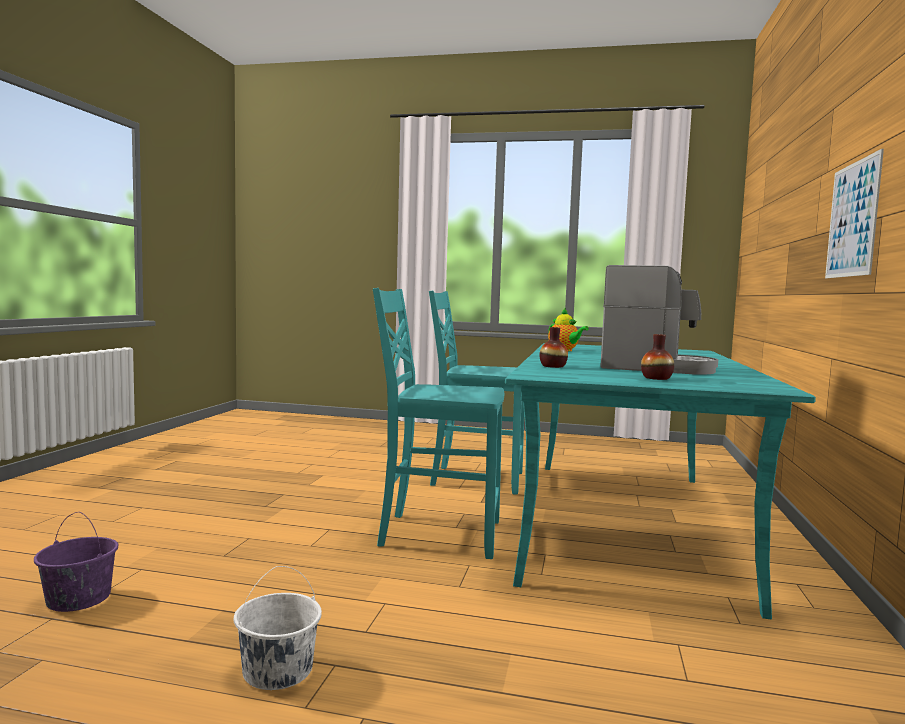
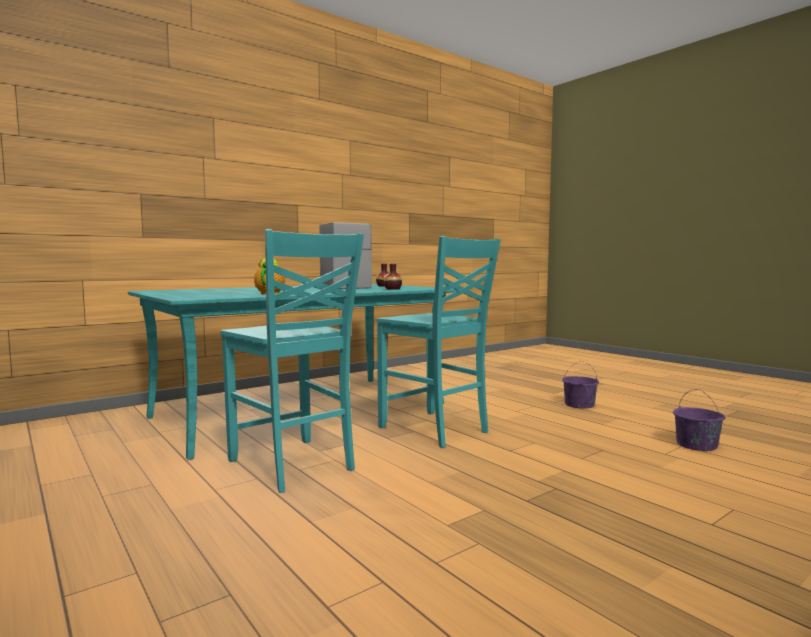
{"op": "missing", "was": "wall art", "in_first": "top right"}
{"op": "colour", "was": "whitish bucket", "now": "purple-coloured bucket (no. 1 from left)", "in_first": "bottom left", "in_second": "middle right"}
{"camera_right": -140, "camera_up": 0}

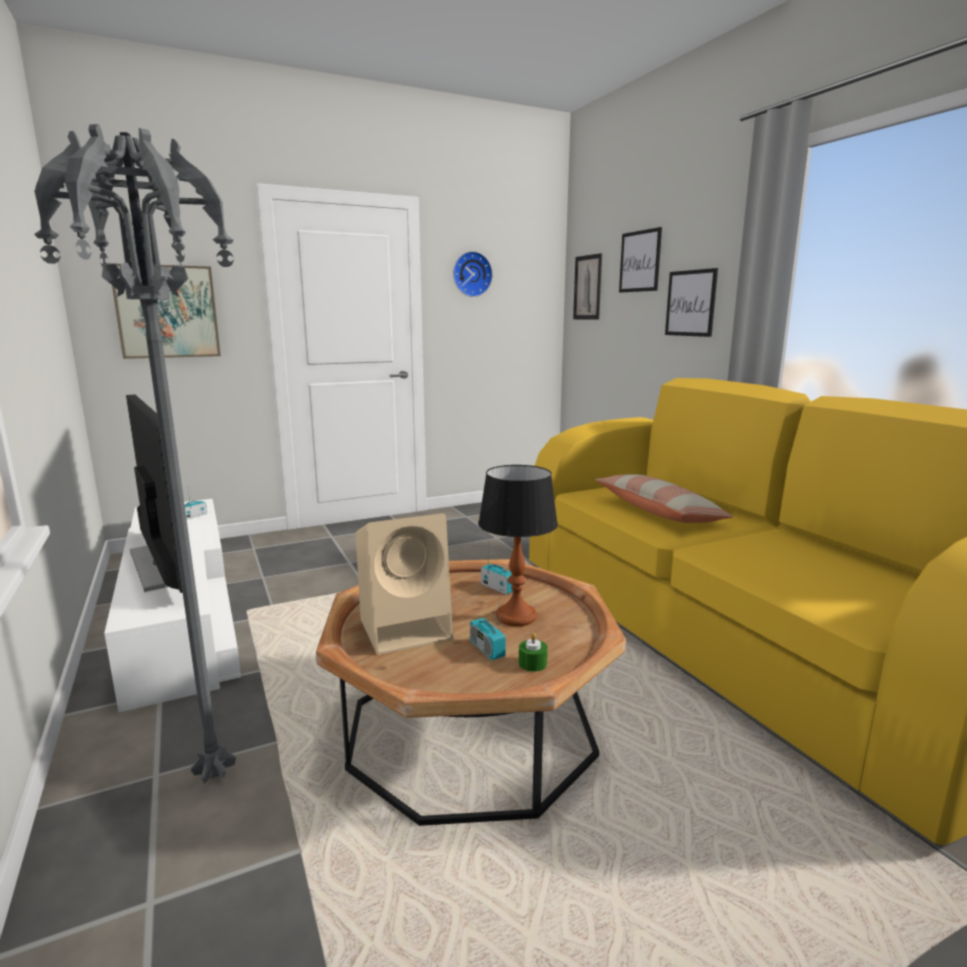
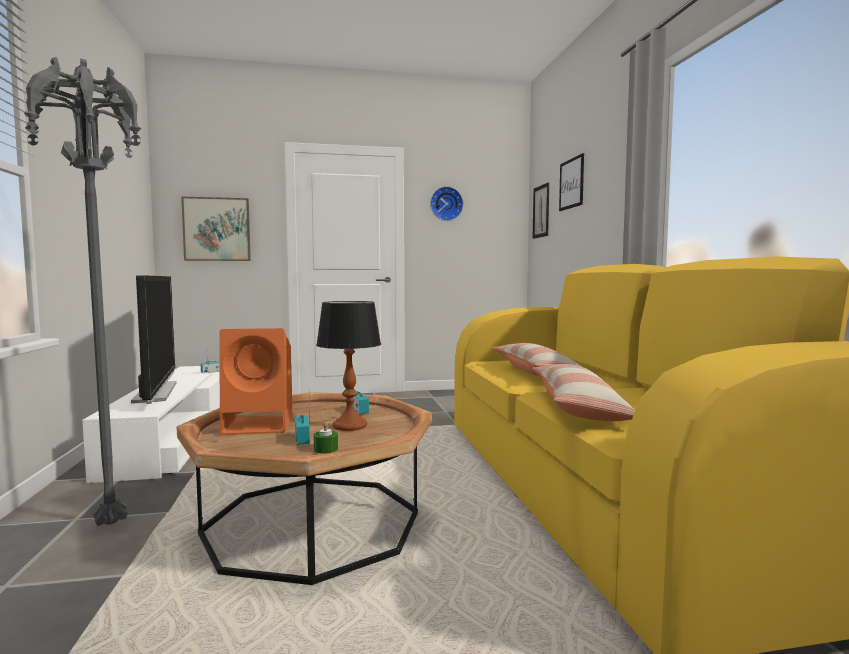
{"op": "missing", "was": "wall art (no. 4 from left)", "in_first": "top right"}
{"op": "appeared", "now": "cushion (no. 2 from left)", "in_second": "middle right"}
{"op": "colour", "was": "beige speaker", "now": "orangey speaker", "in_first": "centre", "in_second": "middle left"}
{"camera_right": 15, "camera_up": -10}

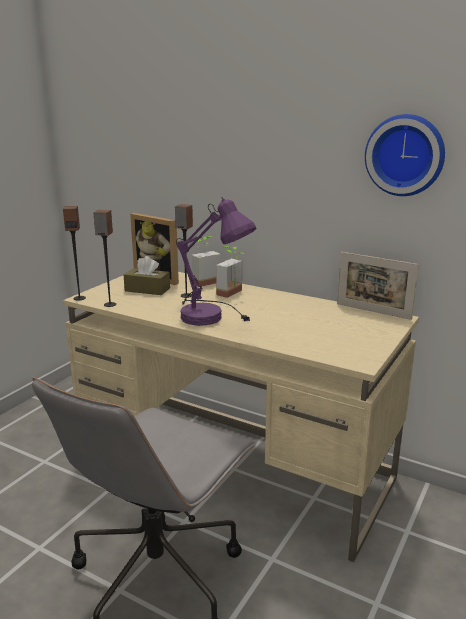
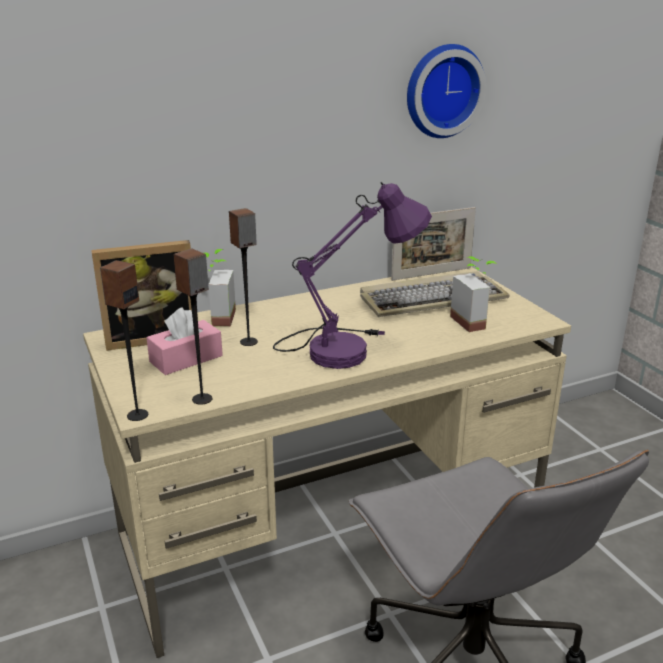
{"op": "appeared", "now": "computer keyboard", "in_second": "centre"}
{"op": "relocated", "was": "potted plant (no. 2 from left)", "in_first": "centre", "in_second": "middle right"}
{"op": "colour", "was": "brown-coloured tissue holder", "now": "pink tissue holder", "in_first": "middle left", "in_second": "middle left"}
{"camera_right": -55, "camera_up": 5}

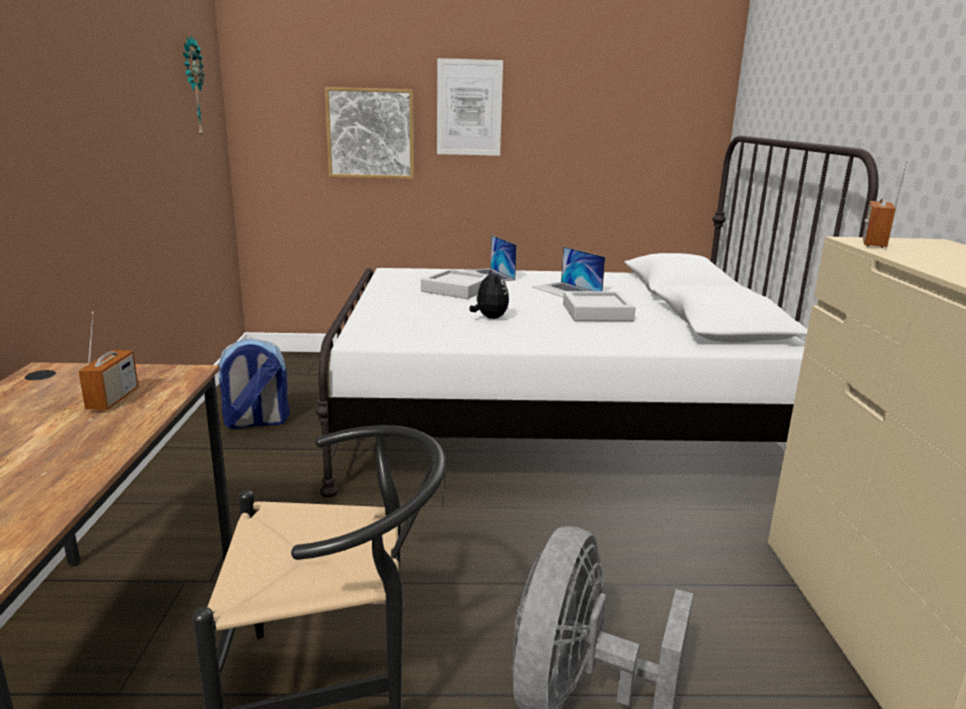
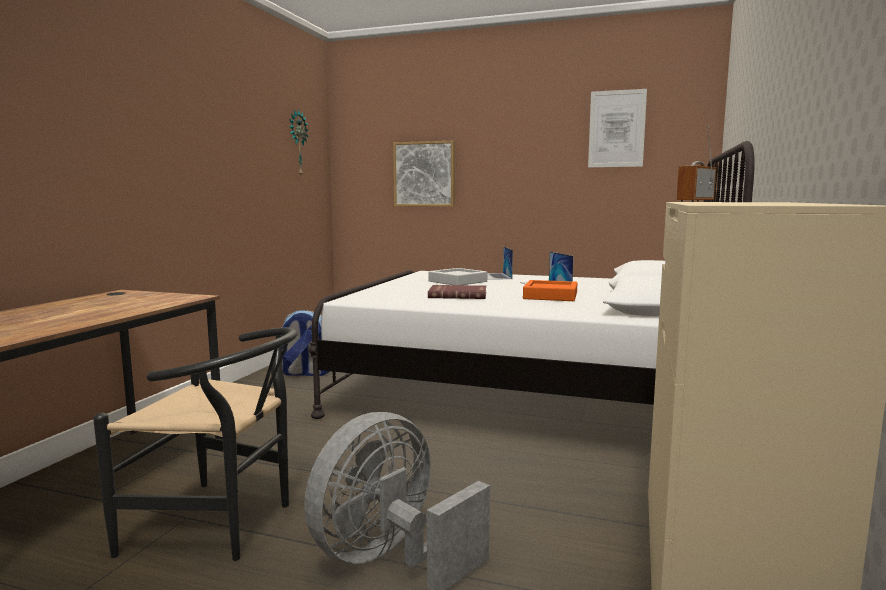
{"op": "missing", "was": "radio receiver (no. 1 from left)", "in_first": "middle left"}
{"op": "relocated", "was": "wall art (no. 2 from left)", "in_first": "top centre", "in_second": "top right"}
{"op": "exchanged", "was": "cuddly toy", "now": "red-coloured volume", "in_first": "centre", "in_second": "centre"}
{"op": "colour", "was": "greyish carrying tray (no. 2 from left)", "now": "orangey carrying tray", "in_first": "centre", "in_second": "centre"}
{"camera_right": 20, "camera_up": -10}

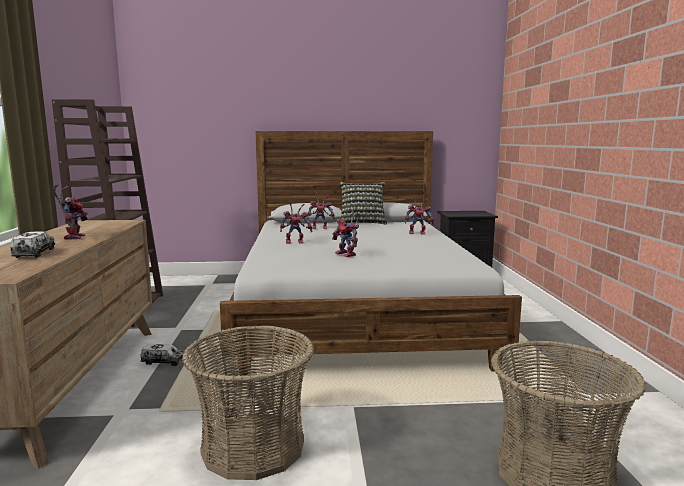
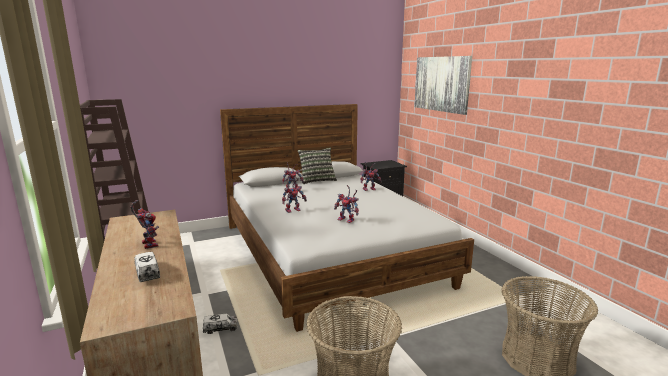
{"op": "appeared", "now": "wall art", "in_second": "top centre"}
{"camera_right": -20, "camera_up": 5}

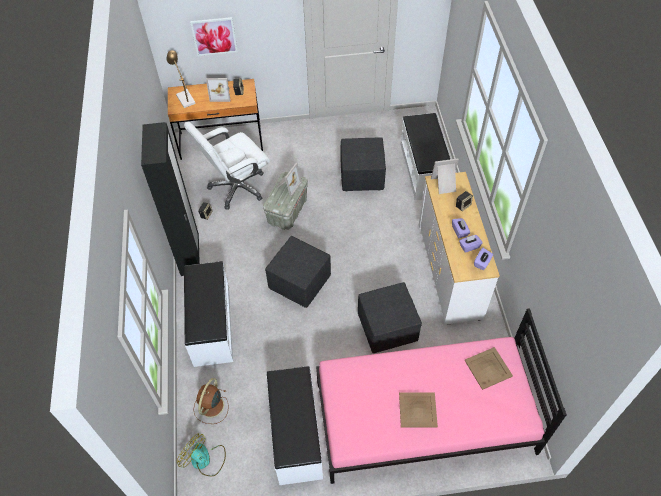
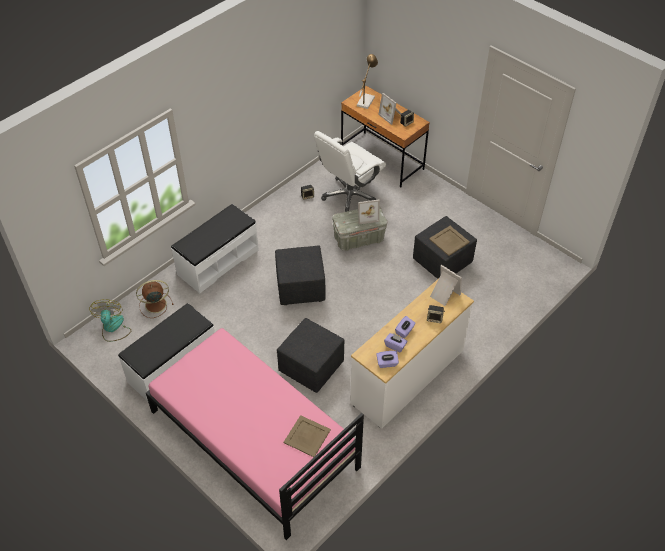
{"op": "missing", "was": "blackish armoire", "in_first": "middle left"}
{"op": "missing", "was": "wall art", "in_first": "top left"}
{"op": "missing", "was": "whitish bench (no. 3 from left)", "in_first": "top centre"}
{"op": "relocated", "was": "beige carrying tray (no. 1 from left in the first image)", "now": "beige carrying tray (no. 2 from left)", "in_first": "bottom centre", "in_second": "middle right"}
{"op": "spun", "was": "whitish desk chair", "in_first": "centre", "in_second": "top centre", "clockwise": -60}
{"camera_right": 50, "camera_up": -5}

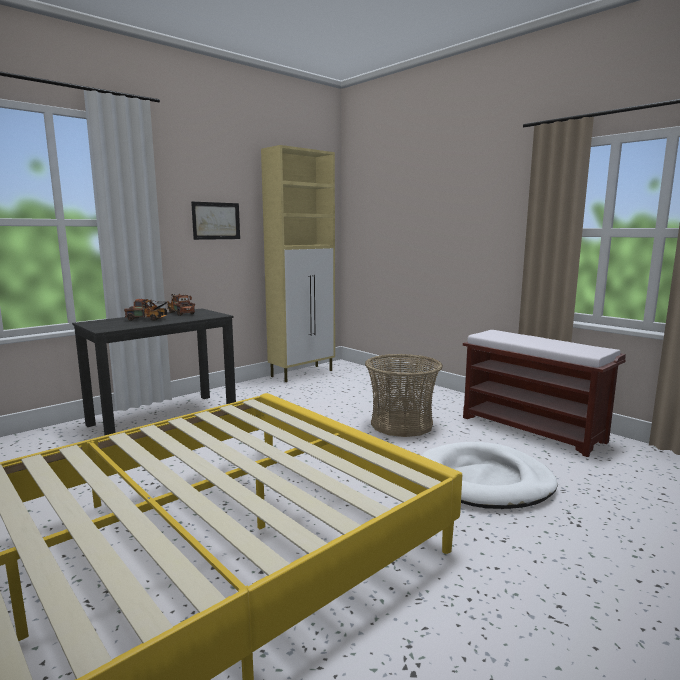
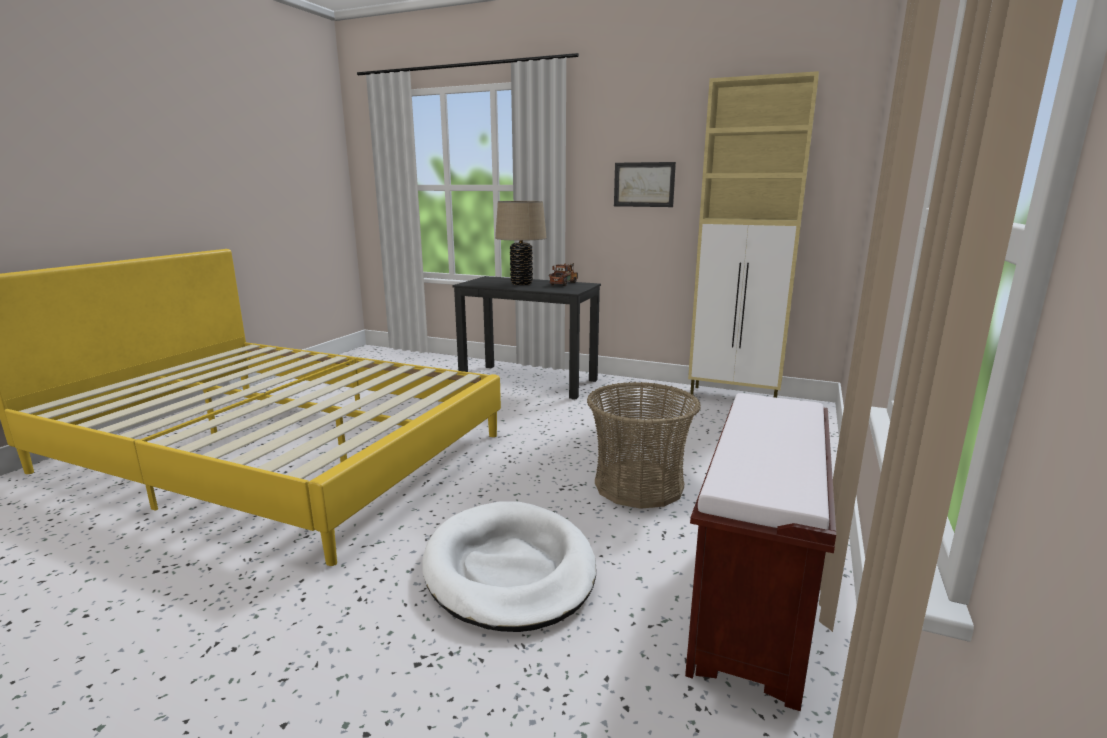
{"op": "exchanged", "was": "model truck (no. 1 from left)", "now": "beige table lamp", "in_first": "middle left", "in_second": "top centre"}
{"camera_right": 65, "camera_up": 5}

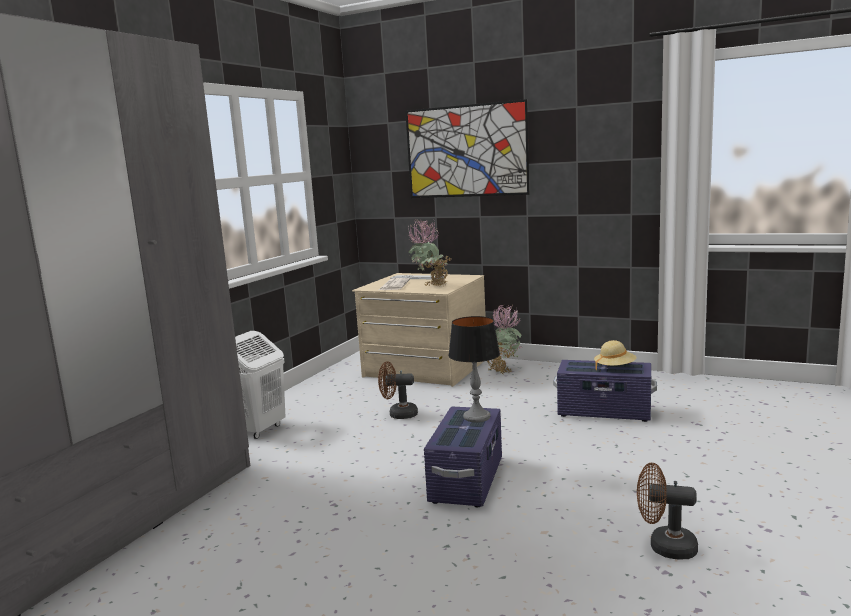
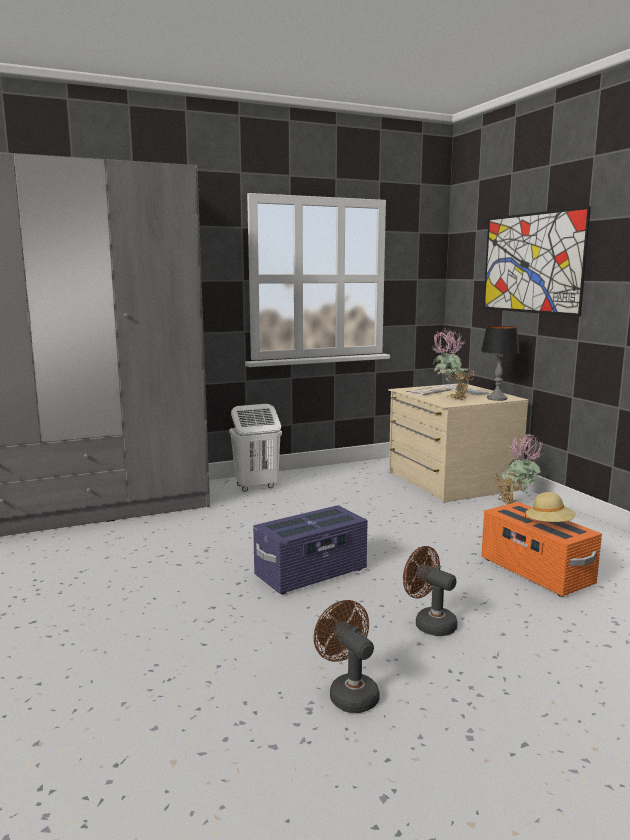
{"op": "relocated", "was": "brown-coloured electric fan (no. 1 from left in the first image)", "now": "brown-coloured electric fan (no. 2 from left)", "in_first": "centre", "in_second": "bottom right"}
{"op": "relocated", "was": "table lamp", "in_first": "centre", "in_second": "middle right"}
{"op": "colour", "was": "purple-coloured storage container (no. 2 from left)", "now": "orangey storage container", "in_first": "middle right", "in_second": "middle right"}
{"camera_right": 40, "camera_up": 0}

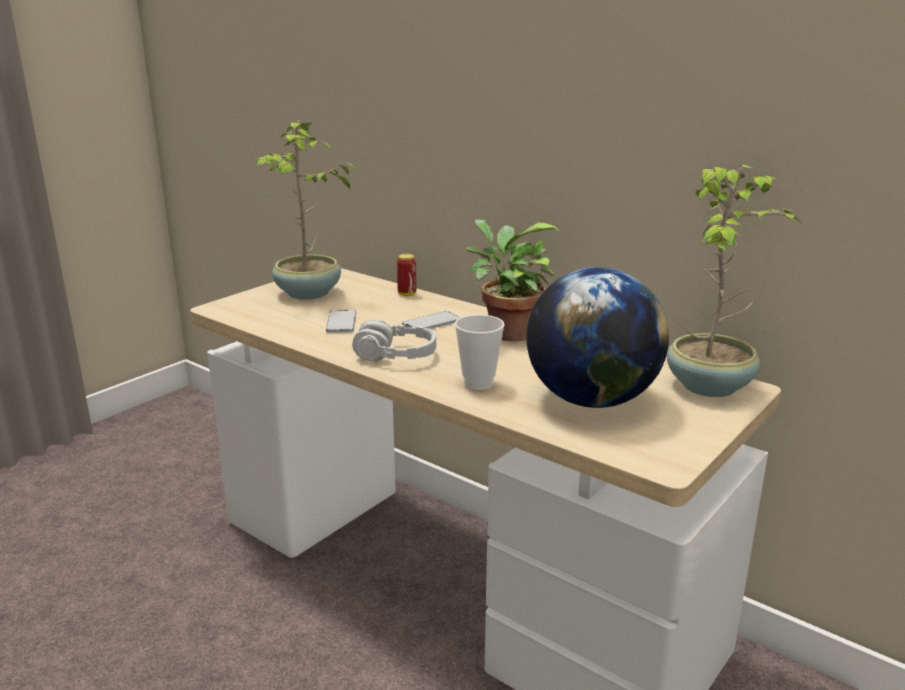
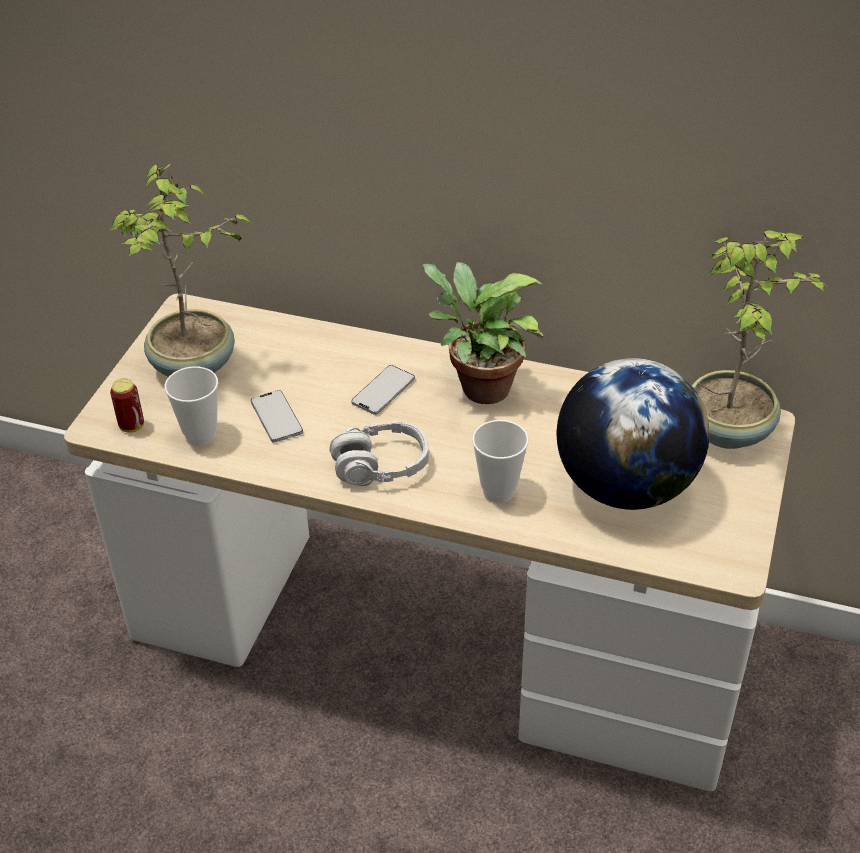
{"op": "appeared", "now": "cup (no. 1 from left)", "in_second": "middle left"}
{"op": "relocated", "was": "can", "in_first": "centre", "in_second": "middle left"}
{"camera_right": -20, "camera_up": 20}

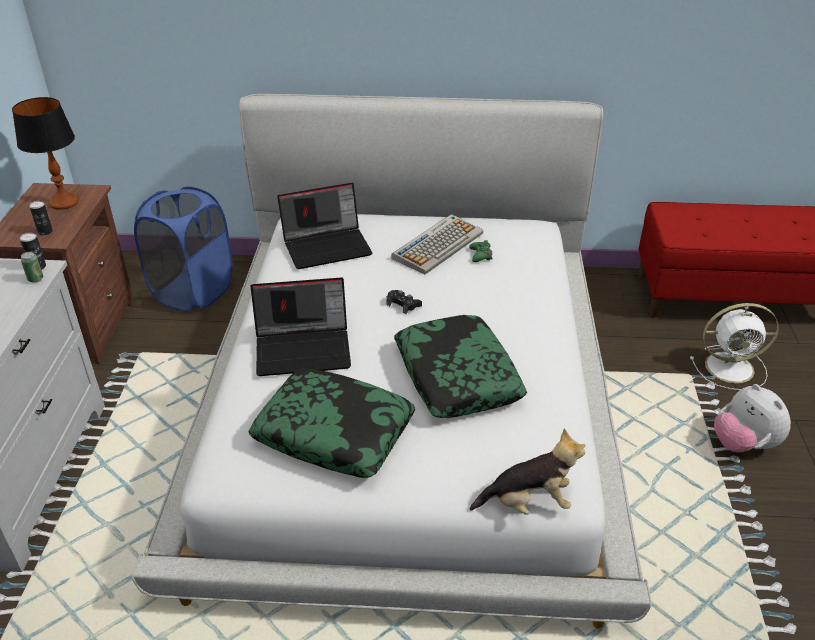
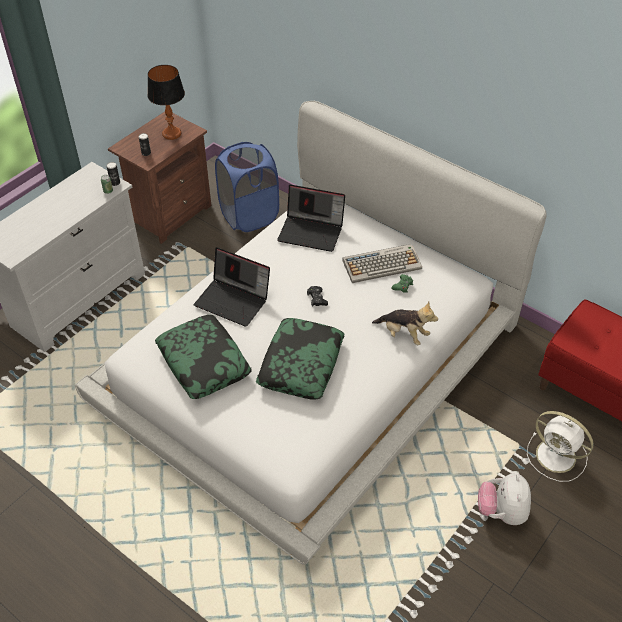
{"op": "relocated", "was": "cuddly toy (no. 1 from left)", "in_first": "bottom centre", "in_second": "centre"}
{"camera_right": 35, "camera_up": 10}

